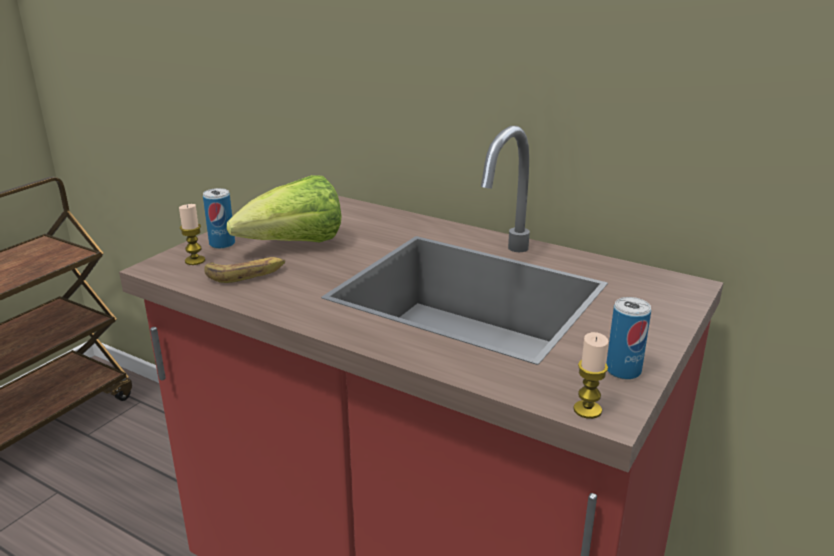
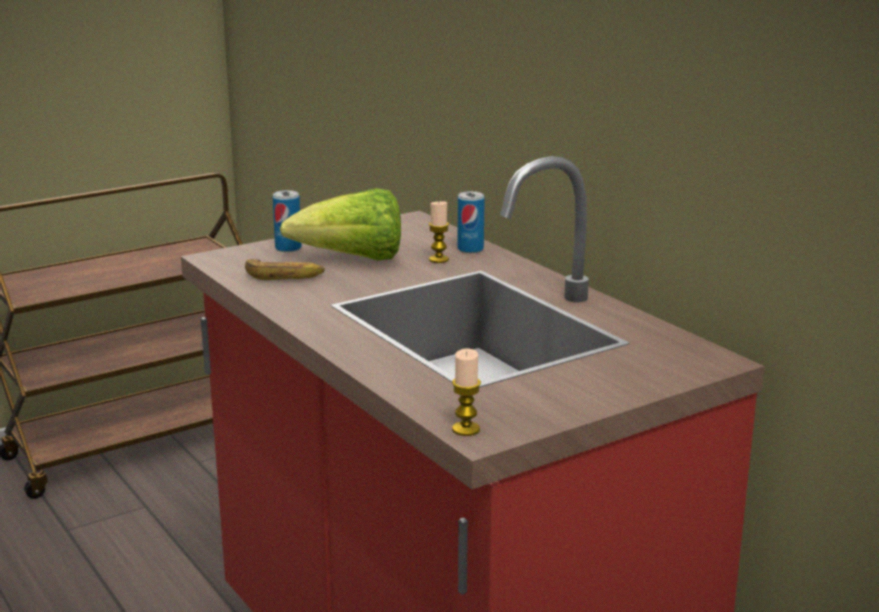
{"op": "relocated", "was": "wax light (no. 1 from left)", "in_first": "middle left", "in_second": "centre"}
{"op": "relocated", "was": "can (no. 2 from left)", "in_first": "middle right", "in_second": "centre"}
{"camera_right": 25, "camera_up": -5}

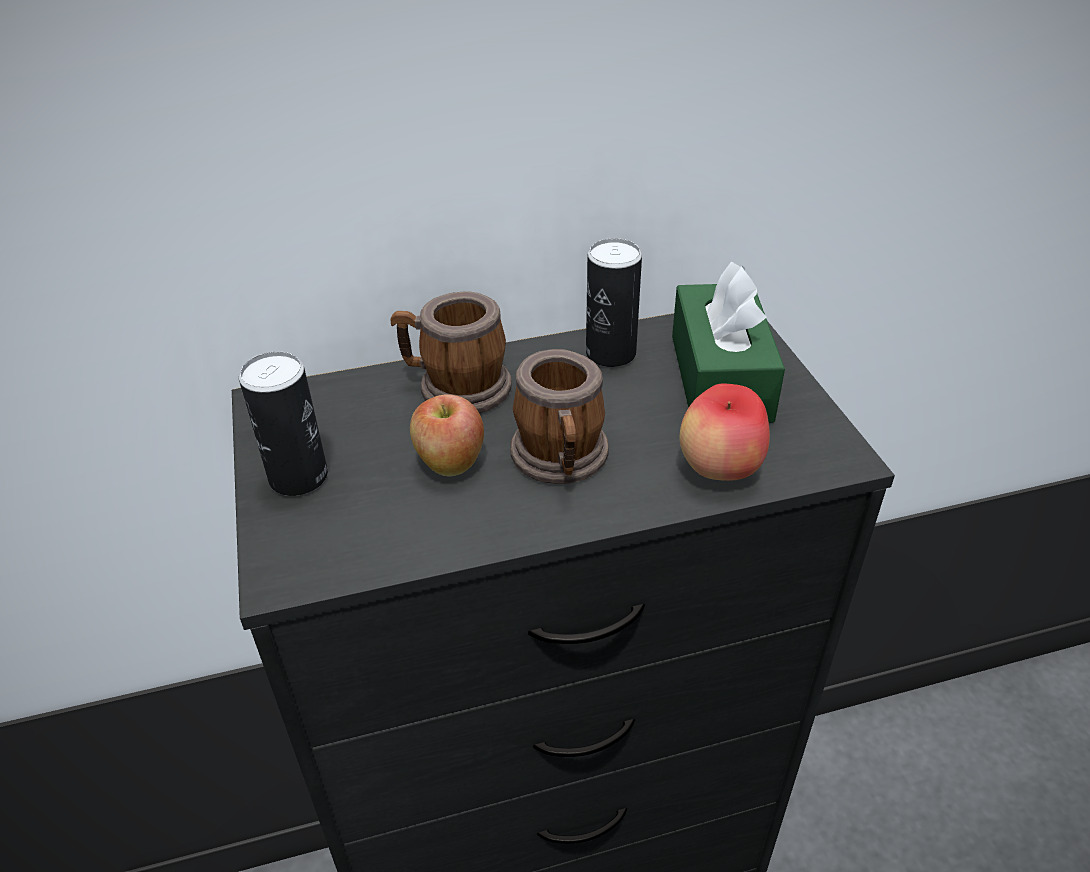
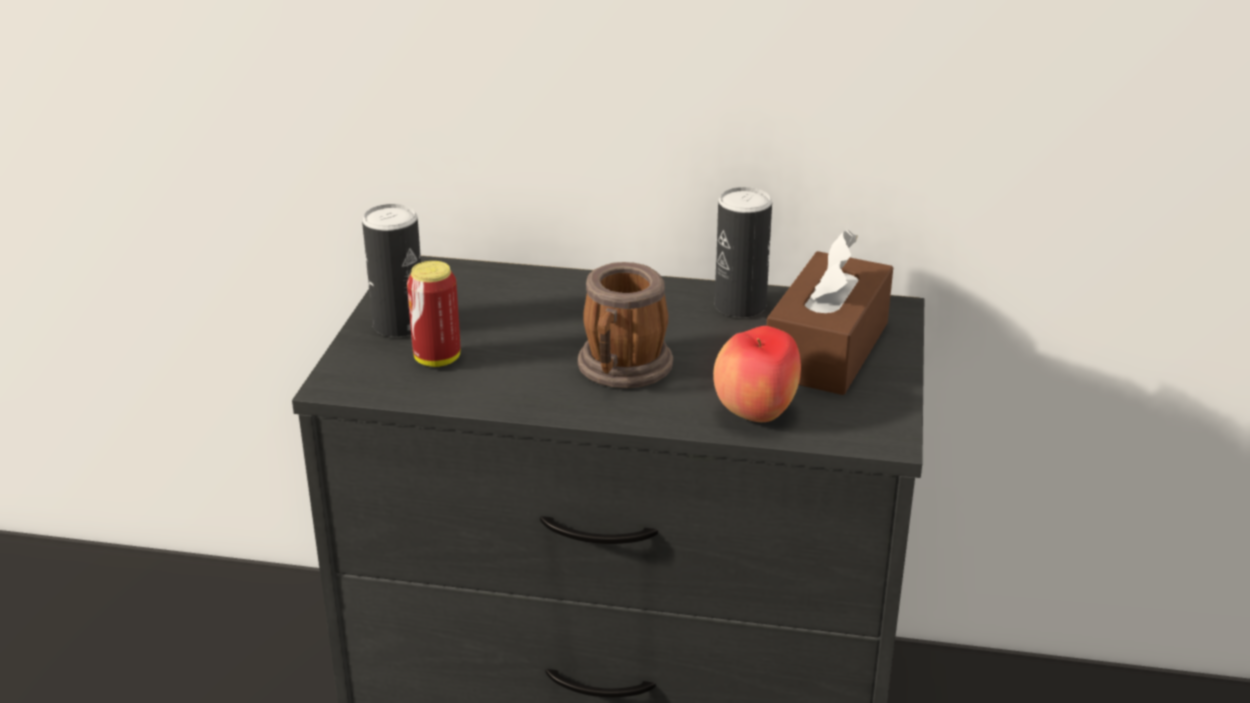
{"op": "missing", "was": "coffee mug (no. 1 from left)", "in_first": "centre"}
{"op": "missing", "was": "apple (no. 1 from left)", "in_first": "centre"}
{"op": "appeared", "now": "can (no. 2 from left)", "in_second": "centre"}
{"op": "colour", "was": "greenish tissue holder", "now": "brown-coloured tissue holder", "in_first": "middle right", "in_second": "centre"}
{"camera_right": 25, "camera_up": -10}

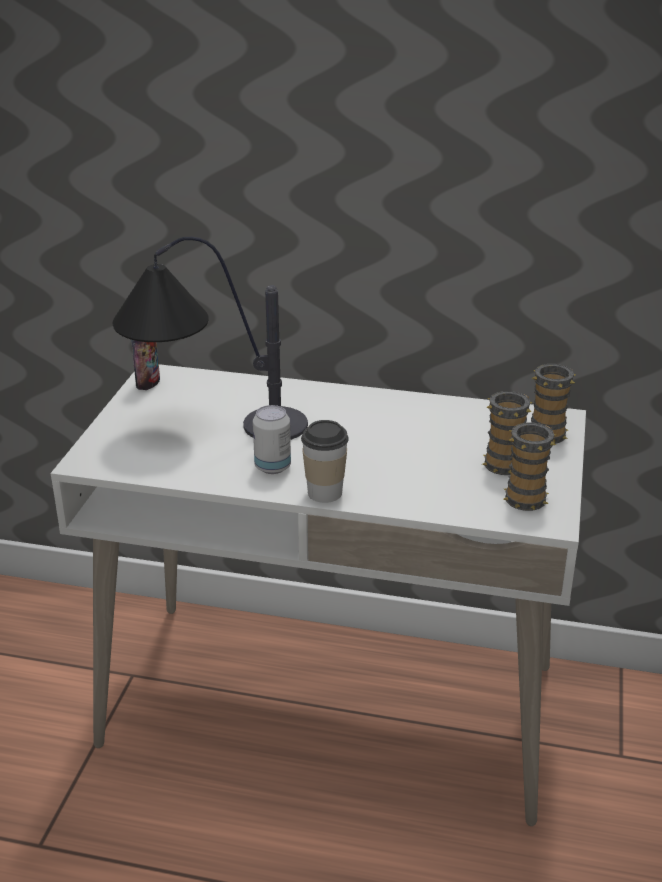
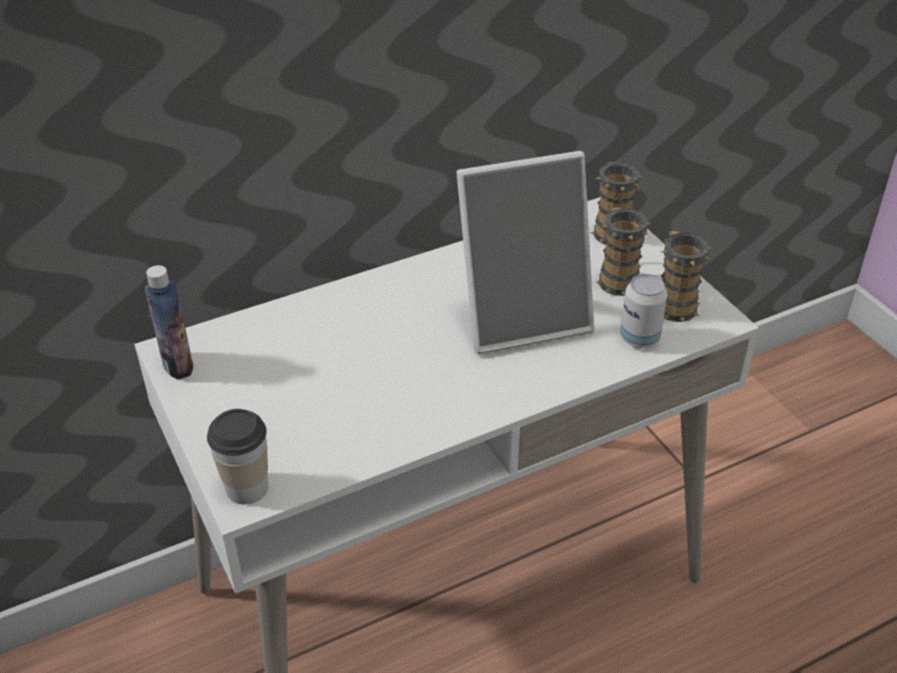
{"op": "missing", "was": "table lamp", "in_first": "middle left"}
{"op": "appeared", "now": "standing frame", "in_second": "centre"}
{"op": "relocated", "was": "can", "in_first": "centre", "in_second": "middle right"}
{"op": "relocated", "was": "cup", "in_first": "centre", "in_second": "bottom left"}
{"camera_right": -40, "camera_up": 10}

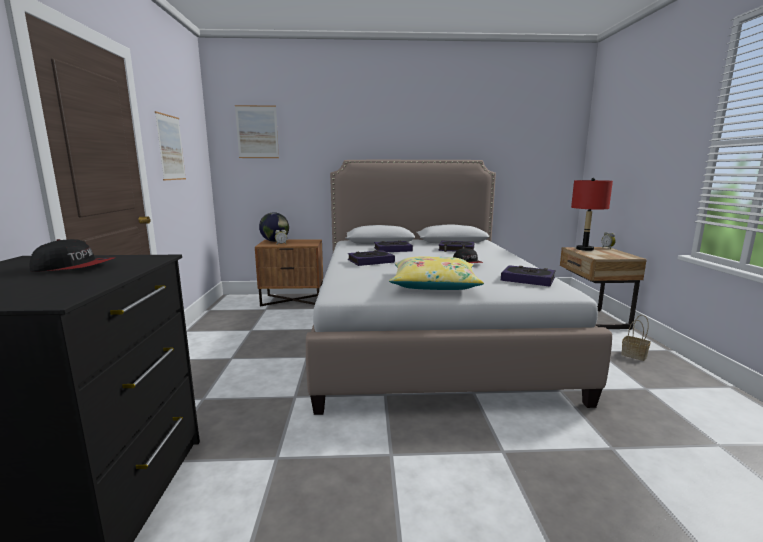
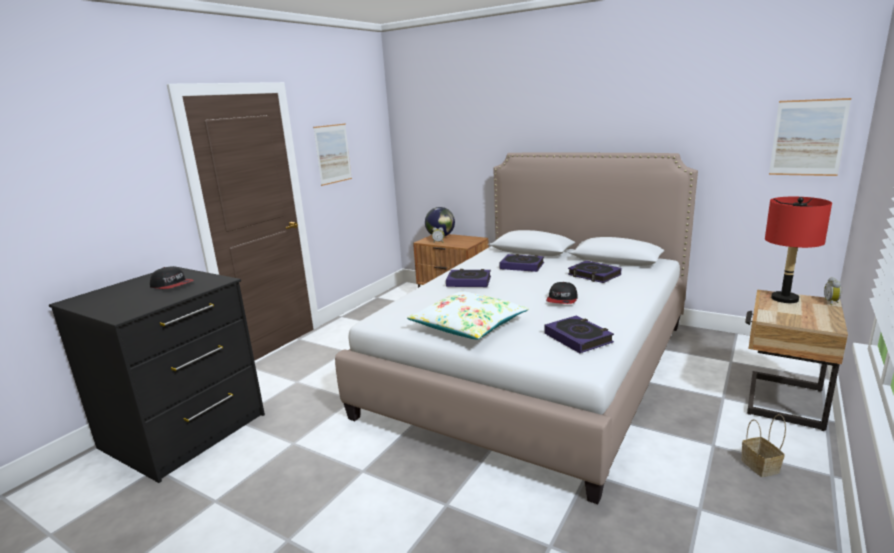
{"op": "relocated", "was": "wall art (no. 2 from left)", "in_first": "top centre", "in_second": "top right"}
{"op": "colour", "was": "yellow-coloured cushion", "now": "whitish cushion", "in_first": "centre", "in_second": "centre"}
{"camera_right": 35, "camera_up": 5}

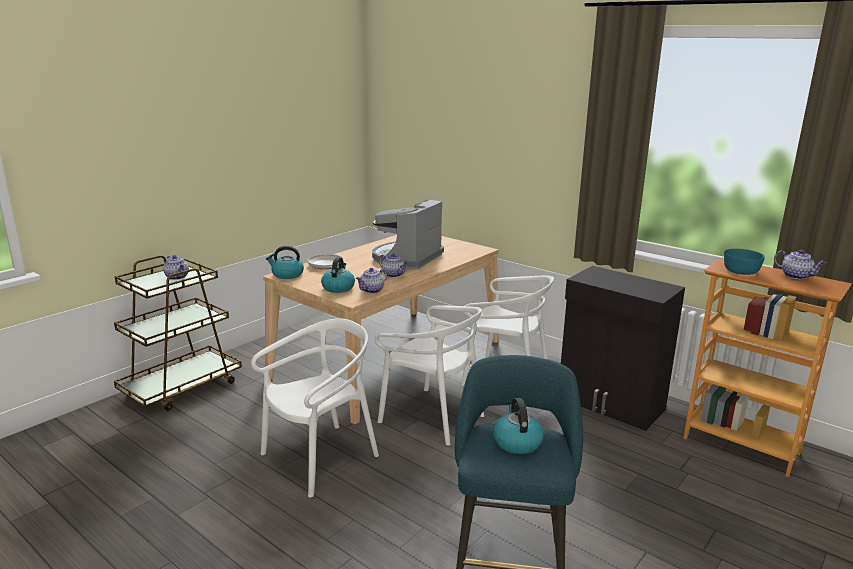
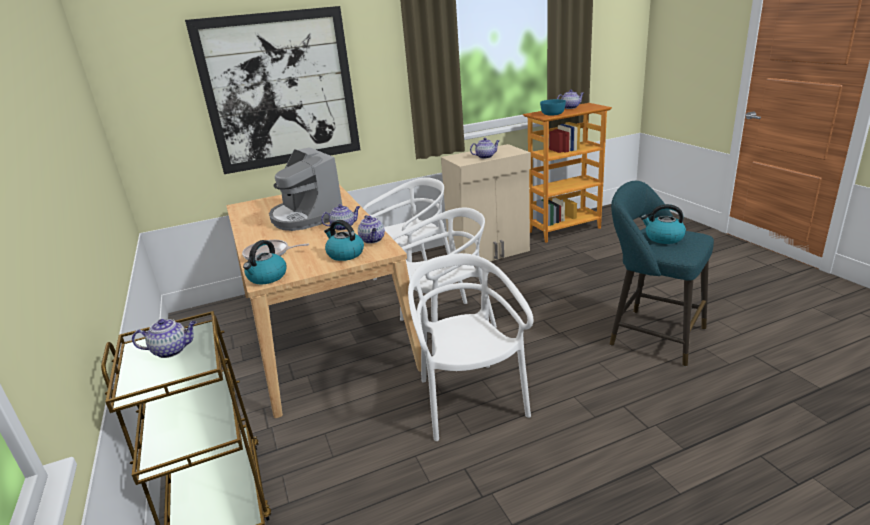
{"op": "appeared", "now": "wall art", "in_second": "top left"}
{"op": "appeared", "now": "pot for tea (no. 4 from left)", "in_second": "top centre"}
{"op": "colour", "was": "blackish cupboard", "now": "beige cupboard", "in_first": "middle right", "in_second": "centre"}
{"camera_right": -60, "camera_up": 5}

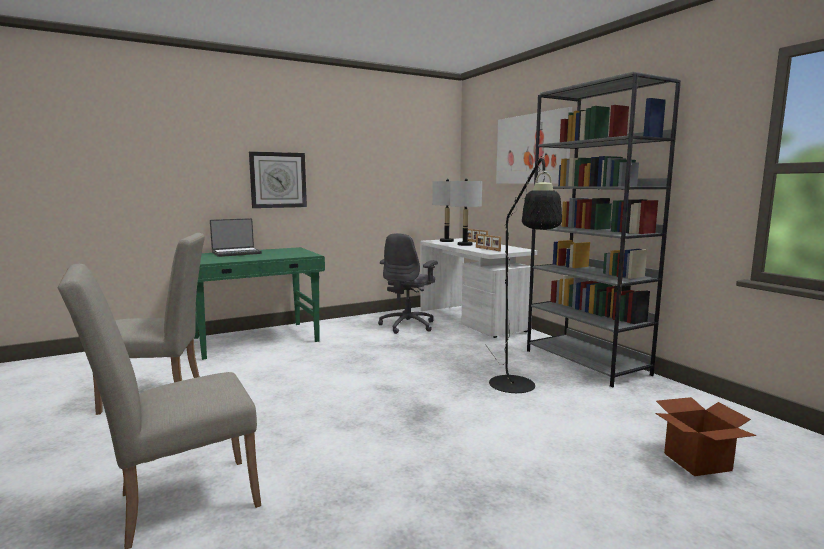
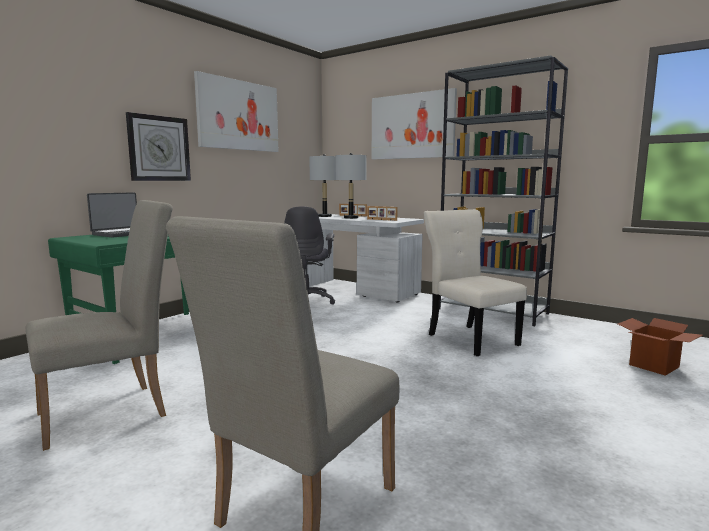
{"op": "appeared", "now": "wall art (no. 1 from left)", "in_second": "top left"}
{"op": "exchanged", "was": "blackish standing lamp", "now": "beige chair (no. 3 from left)", "in_first": "centre", "in_second": "middle right"}
{"camera_right": -25, "camera_up": 0}

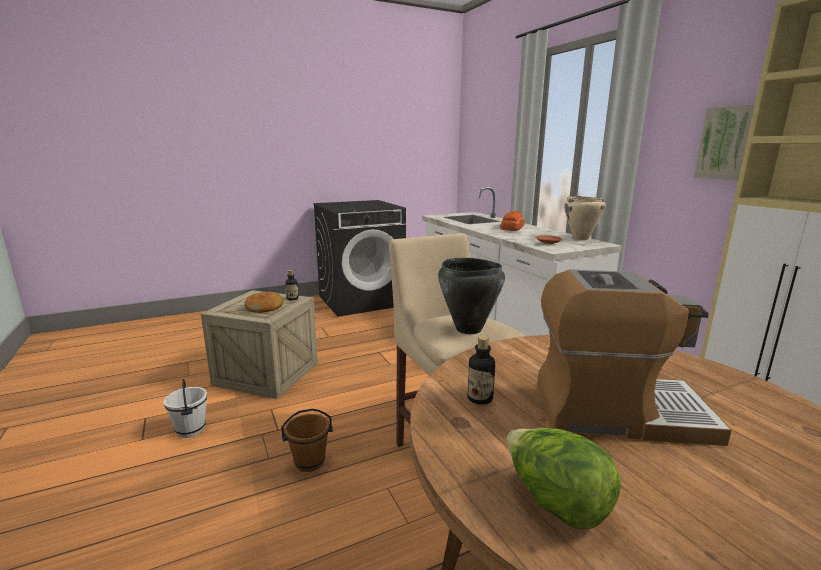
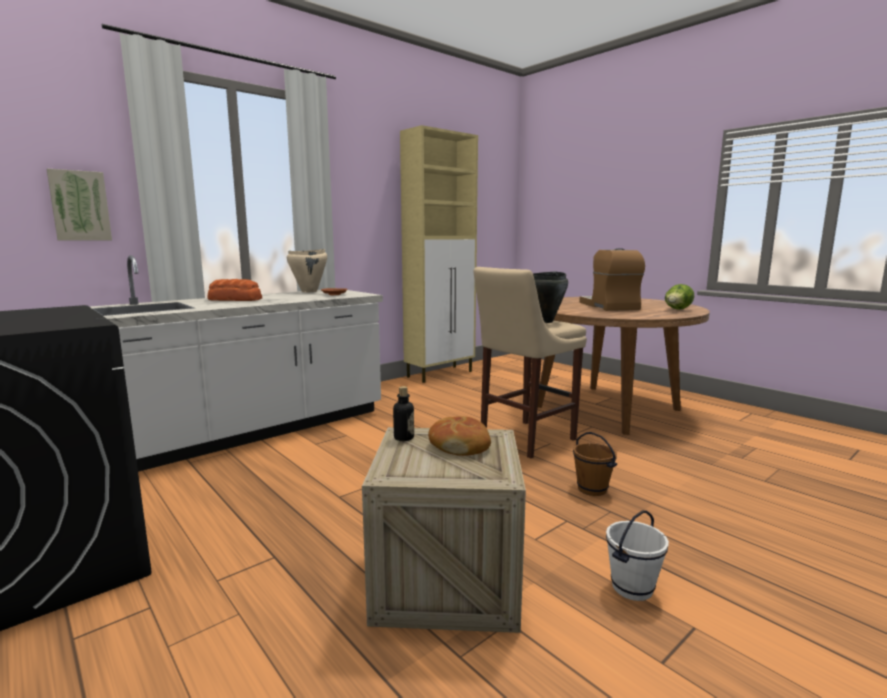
{"op": "missing", "was": "drink bottle (no. 2 from left)", "in_first": "centre"}
{"op": "relocated", "was": "wall art", "in_first": "top right", "in_second": "top left"}
{"camera_right": -105, "camera_up": -5}

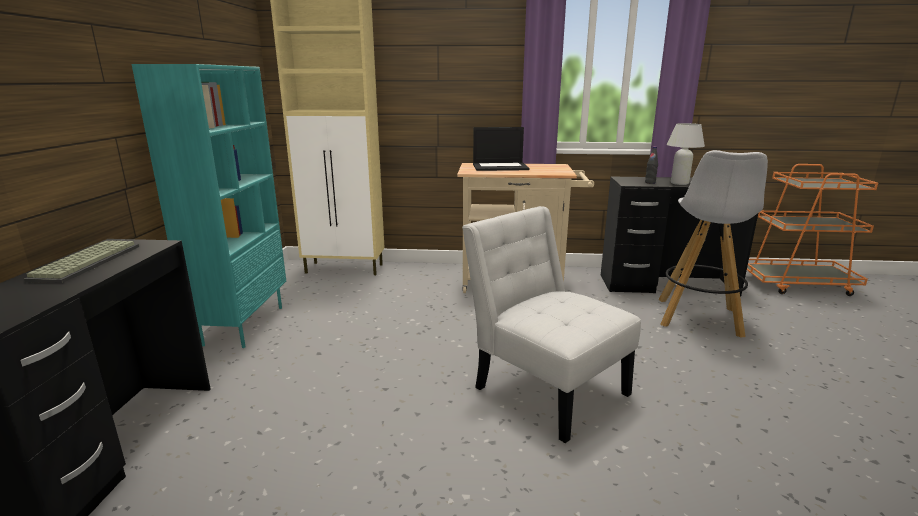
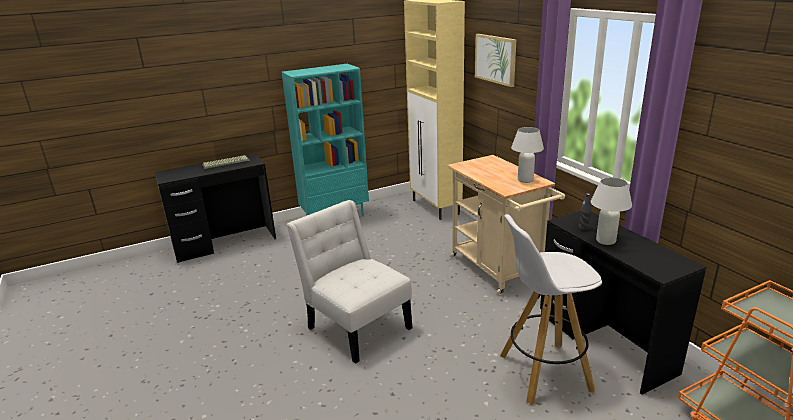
{"op": "missing", "was": "laptop", "in_first": "top centre"}
{"op": "appeared", "now": "wall art", "in_second": "top centre"}
{"op": "appeared", "now": "whitish table lamp (no. 1 from left)", "in_second": "centre"}
{"op": "spun", "was": "whitish chair", "in_first": "centre", "in_second": "bottom centre", "clockwise": -60}
{"camera_right": 60, "camera_up": 5}

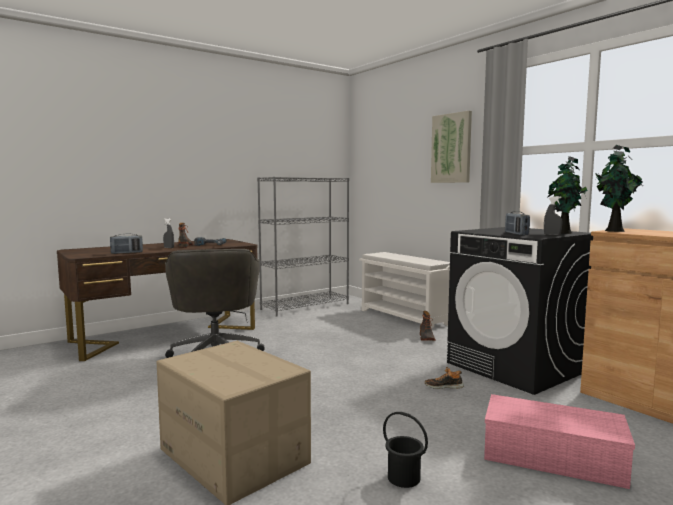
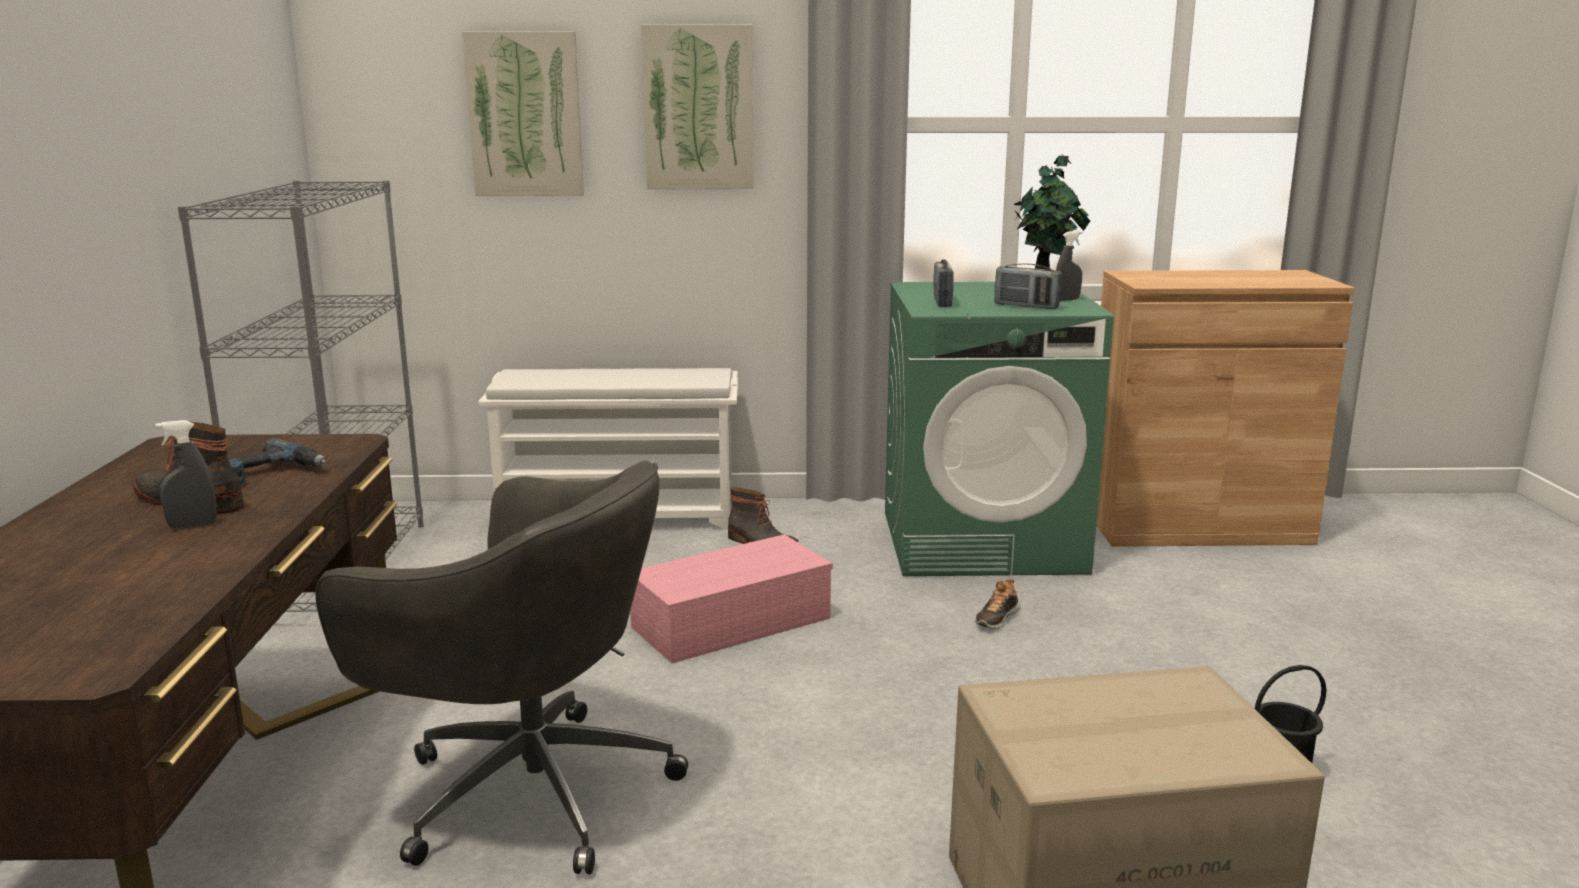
{"op": "missing", "was": "potted plant (no. 2 from left)", "in_first": "middle right"}
{"op": "appeared", "now": "wall art (no. 1 from left)", "in_second": "top left"}
{"op": "relocated", "was": "radio receiver (no. 1 from left)", "in_first": "middle left", "in_second": "top centre"}
{"op": "relocated", "was": "pink storage container", "in_first": "bottom right", "in_second": "bottom centre"}
{"op": "colour", "was": "blackish washing machine", "now": "greenish washing machine", "in_first": "middle right", "in_second": "centre"}
{"camera_right": -55, "camera_up": 10}

